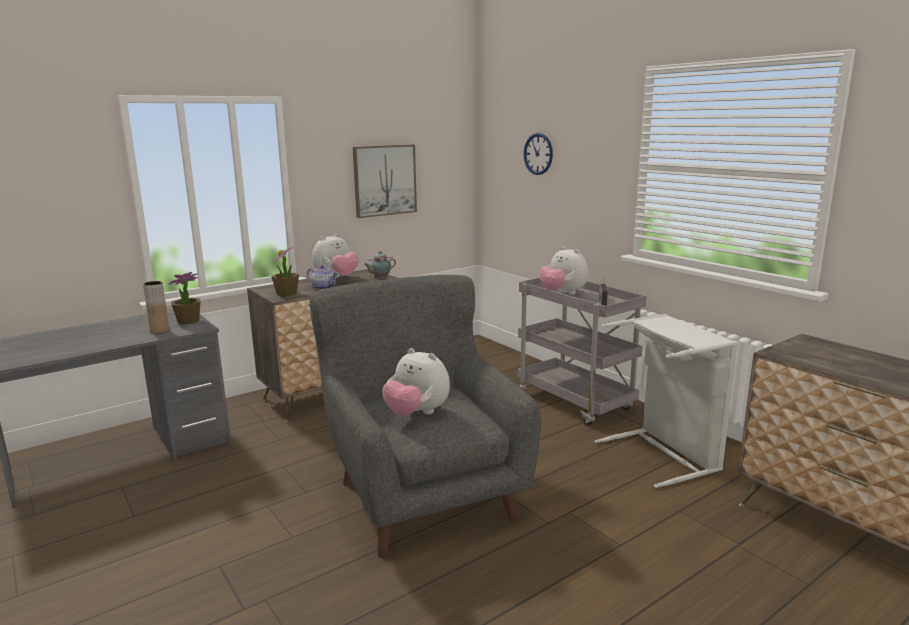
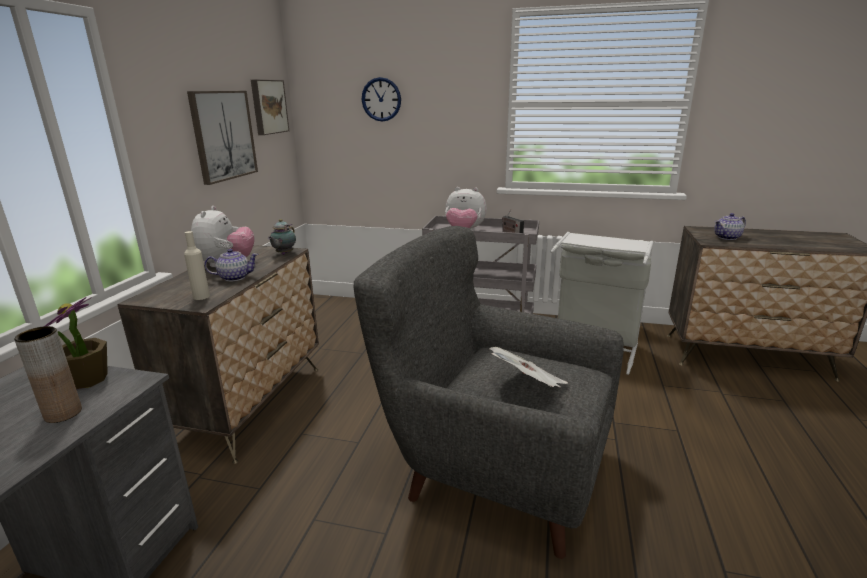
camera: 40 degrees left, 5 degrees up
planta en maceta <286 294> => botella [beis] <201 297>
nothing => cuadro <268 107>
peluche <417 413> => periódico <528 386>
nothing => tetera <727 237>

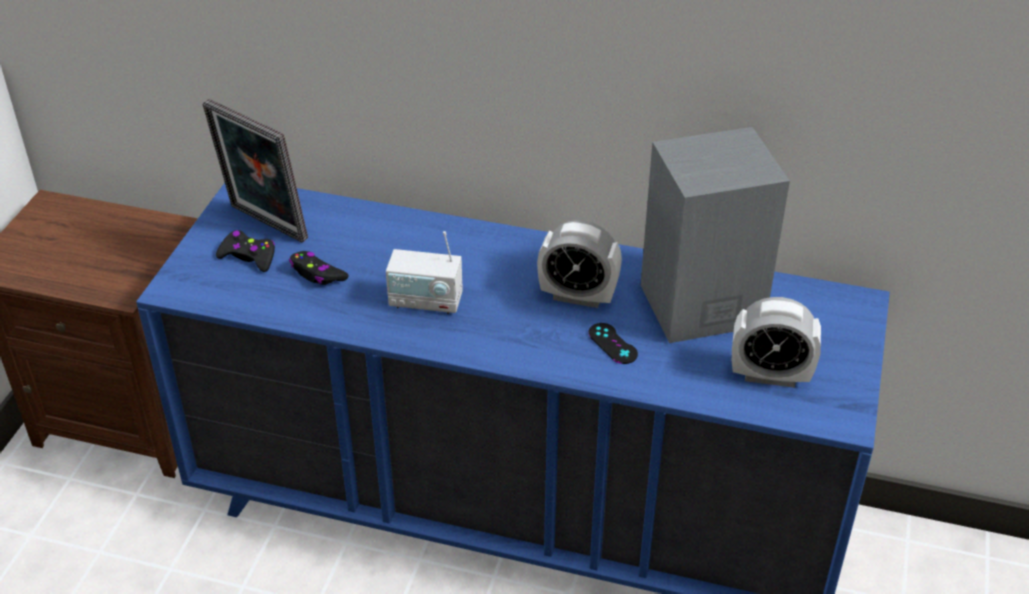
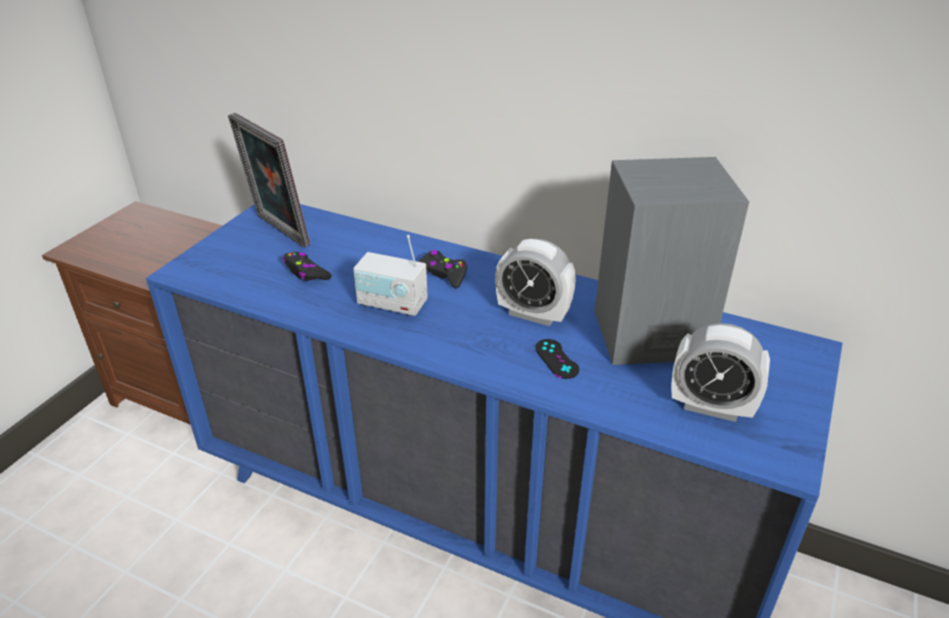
camera: 10 degrees right, 5 degrees down
mando de consola [negro] <248 257> => mando de consola [negro] <442 274>, relocated

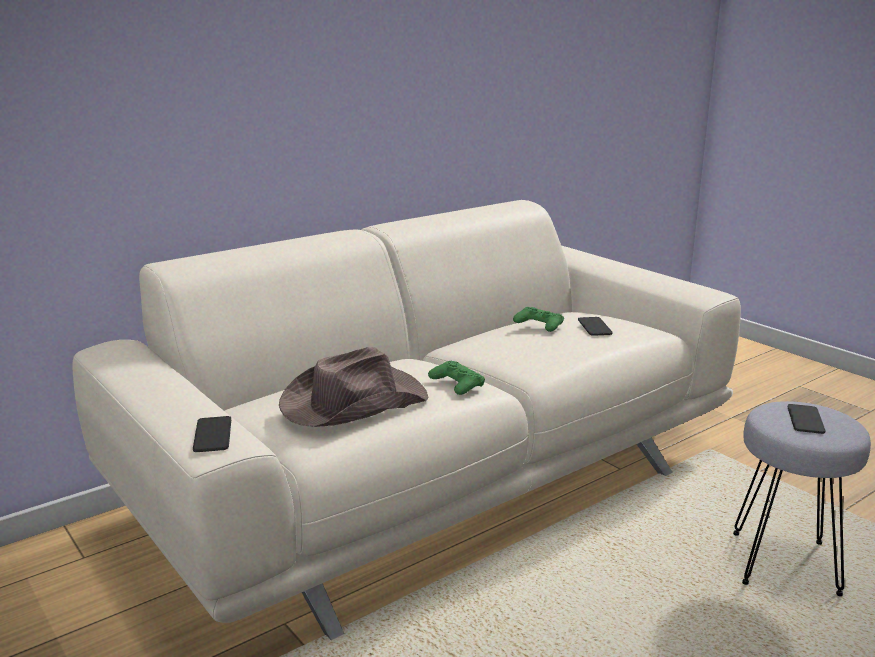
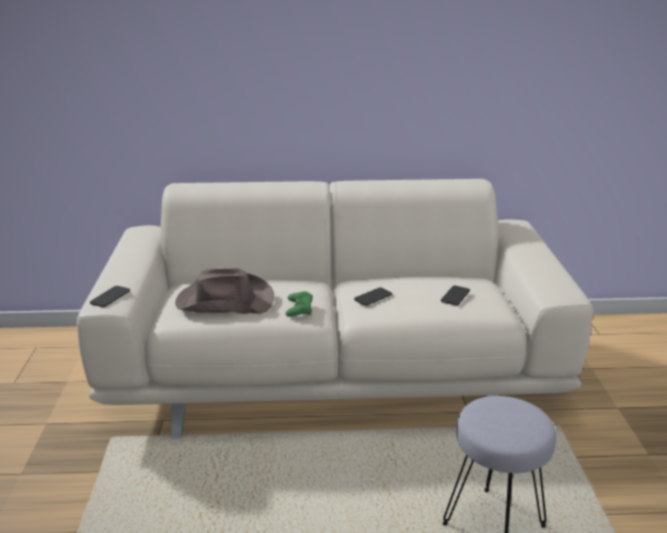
camera: 35 degrees right, 5 degrees up
móvil <805 419> => móvil <373 297>, relocated
mando de consola [verde] <539 324> => nothing

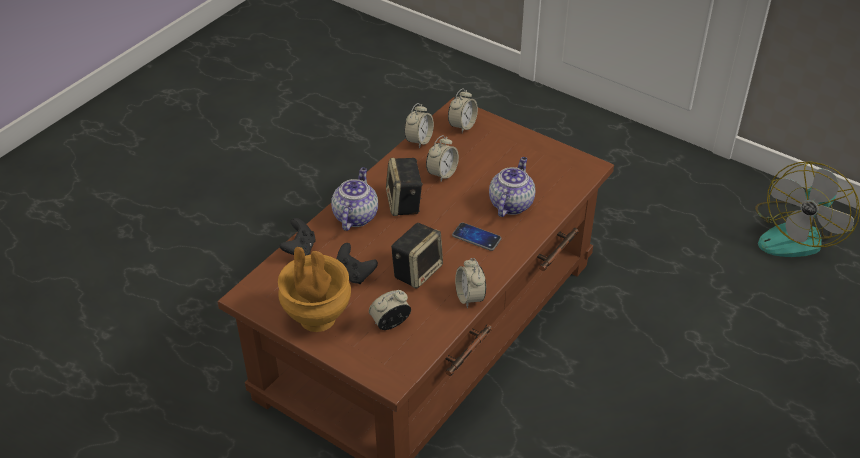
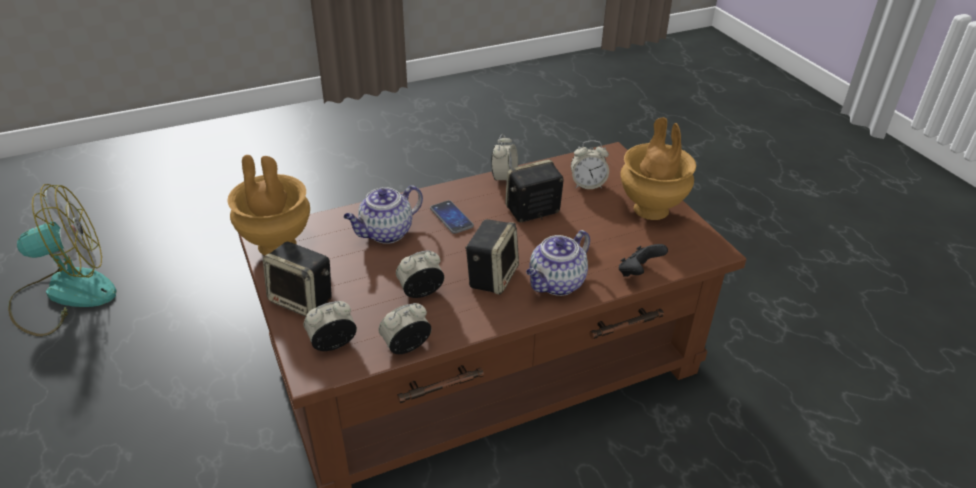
camera: 150 degrees left, 5 degrees down
nothing => florero [marrón] <276 245>
nothing => altavoz <303 300>
mando de consola [negro] <354 274> => nothing

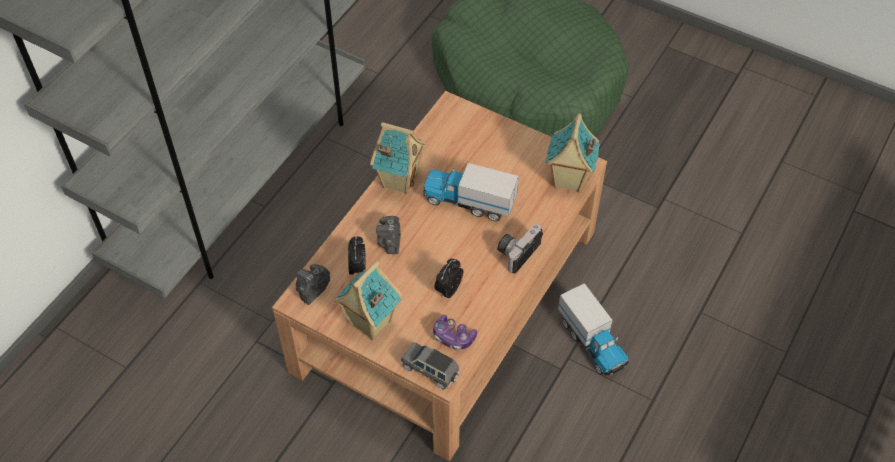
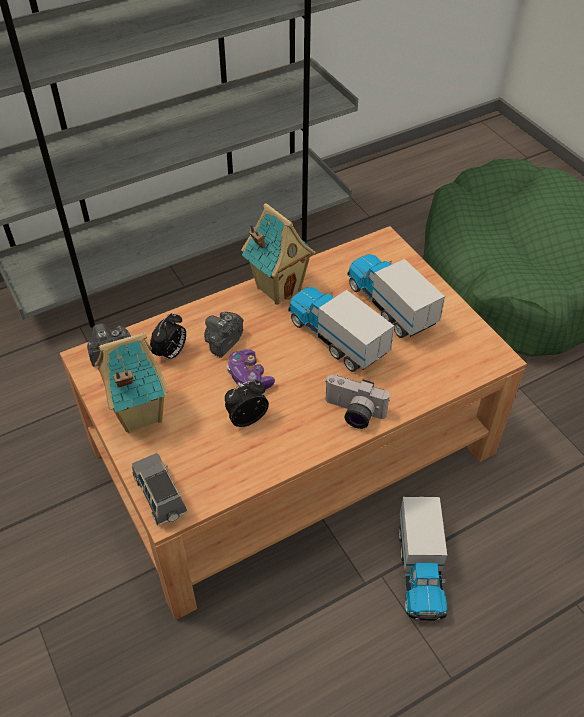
camera: 30 degrees right, 5 degrees down
mando de consola <453 337> => mando de consola <249 377>, relocated
cámara <517 251> => cámara <353 413>, 135 degrees counterclockwise
nothing => camión de juguete <390 306>
casita <568 180> => nothing

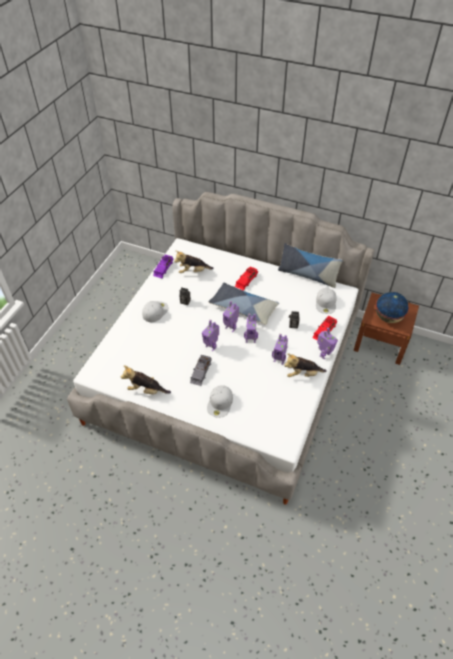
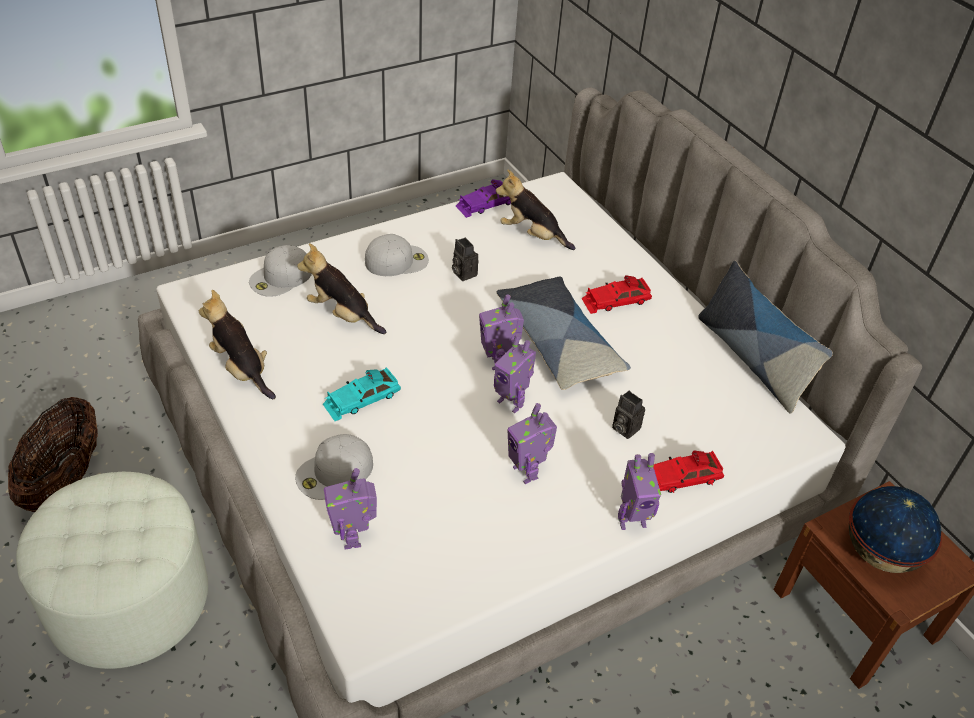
camera: 35 degrees right, 5 degrees down
nothing => cesta <65 479>
nothing => puf [blanco] <129 599>
gorra [blanco] <326 303> => gorra [blanco] <281 277>, relocated
peluche <302 374> => peluche <342 315>, relocated
coche de juguete [gris] <200 372> => coche de juguete [turquesa] <361 399>
robot de juguete <211 346> => robot de juguete <353 537>, relocated

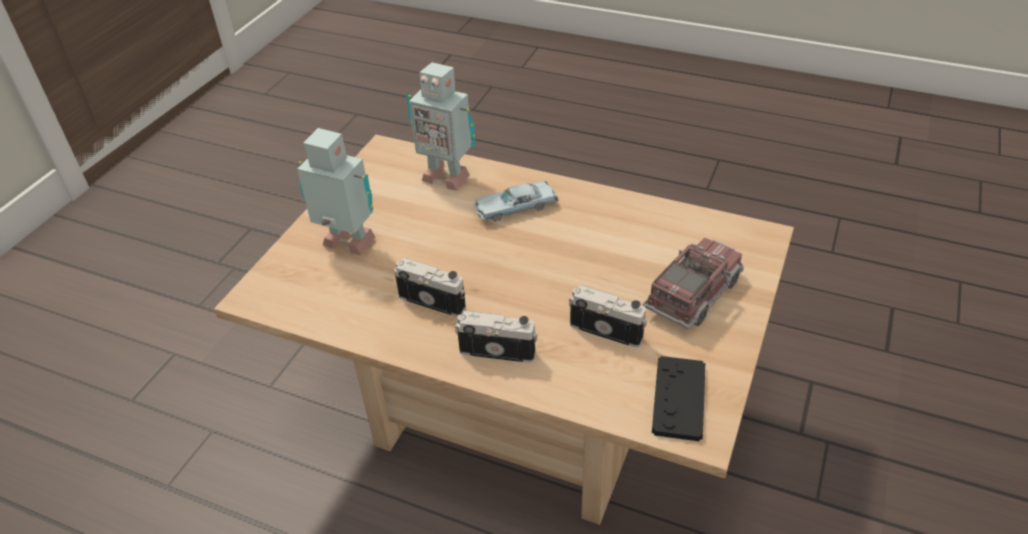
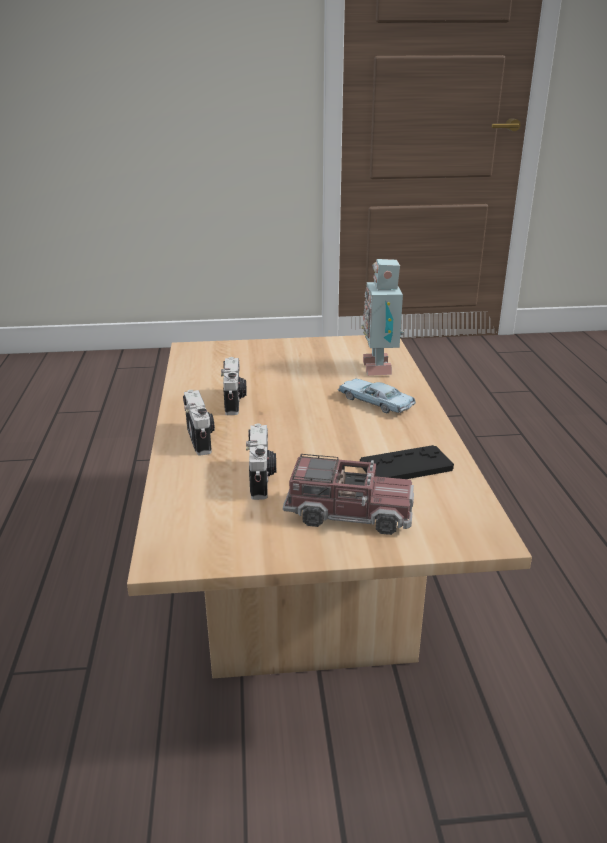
camera: 60 degrees right, 15 degrees down
mando de consola [negro] <679 399> => mando de consola [negro] <406 466>, relocated
robot de juguete <348 245> => nothing

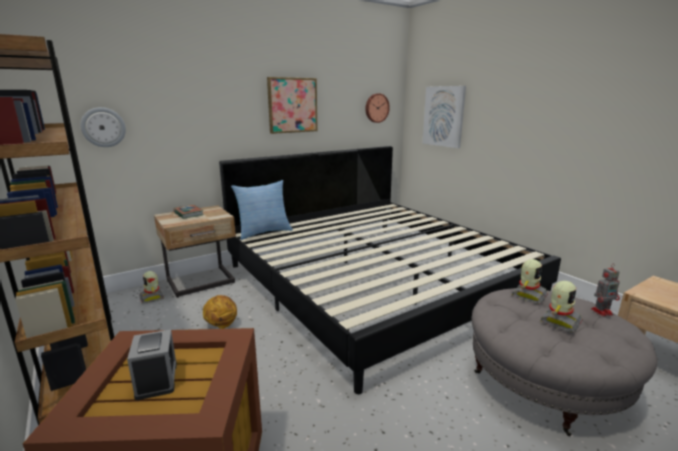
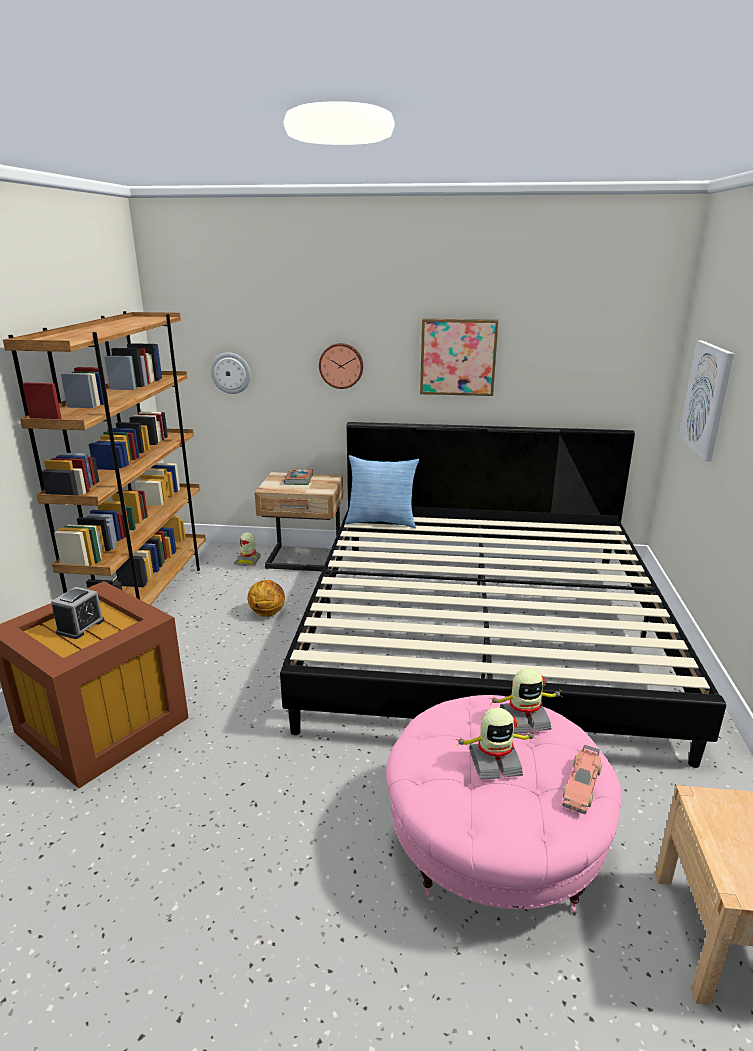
camera: 40 degrees right, 5 degrees up
reloj de pared <376 108> => reloj de pared <341 365>, relocated
puf [gris] <545 383> => puf [rosa] <495 842>
robot de juguete <602 311> => coche de juguete <581 785>

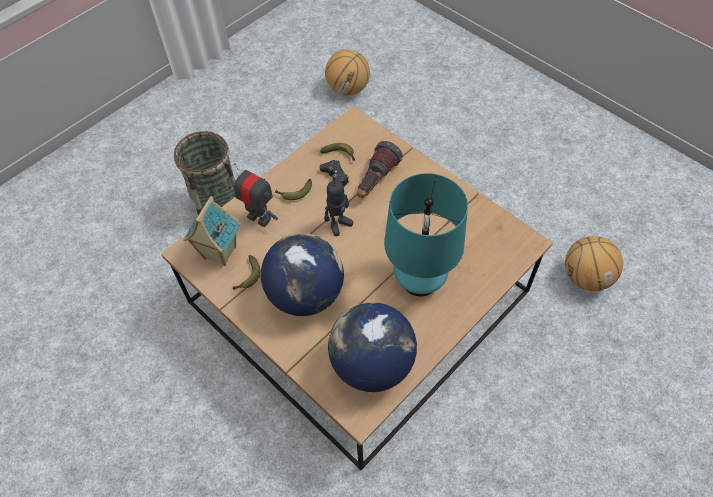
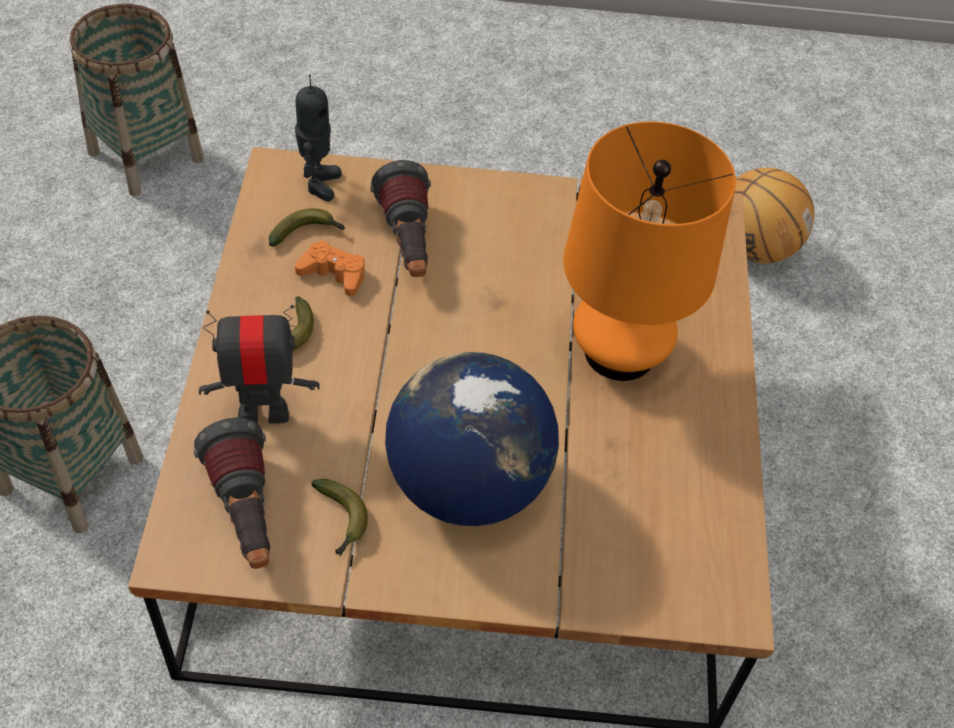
camera: 45 degrees left, 5 degrees down
balón de baloncesto <348 89> => cesta <146 155>
casita <219 253> => linterna <246 515>
robot de juguete <338 224> => robot de juguete <319 183>, relocated
mando de consola [negro] <335 177> => mando de consola [naranja] <333 274>
lámpara de mesa [turquesa] <419 280> => lámpara de mesa [naranja] <619 352>
globo terráqueo <371 364> => nothing

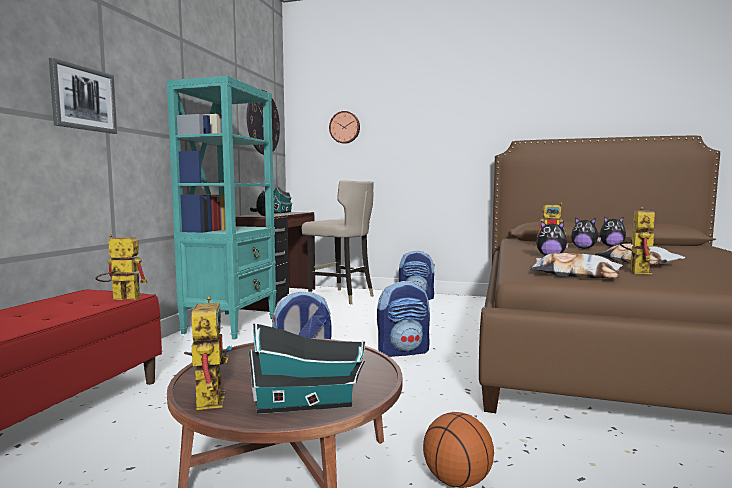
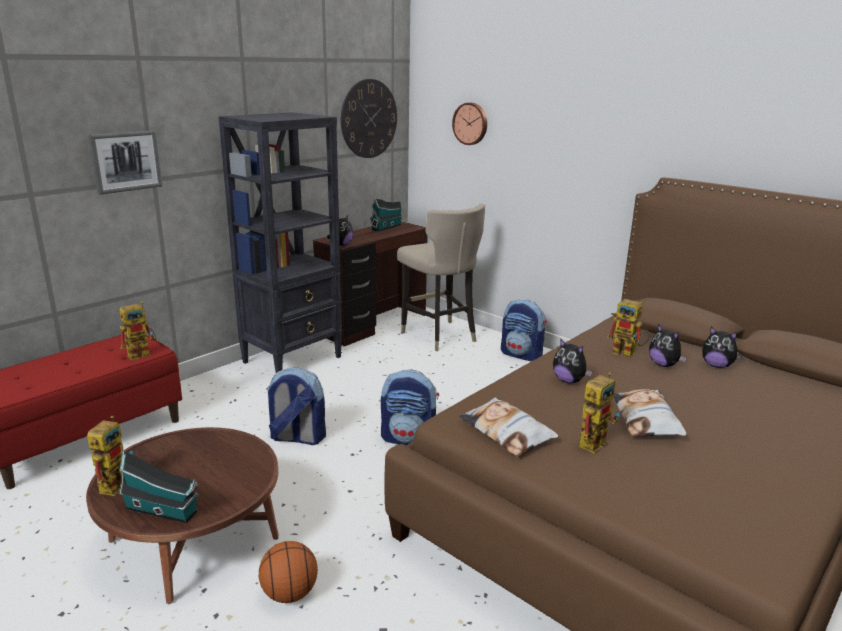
camera: 25 degrees right, 15 degrees up
robot de juguete <120 298> => robot de juguete <143 353>, 120 degrees clockwise
estantería [turquesa] <231 325> => estantería [negro] <293 359>

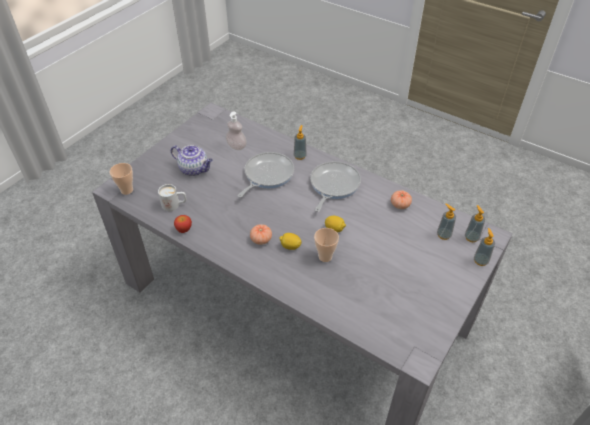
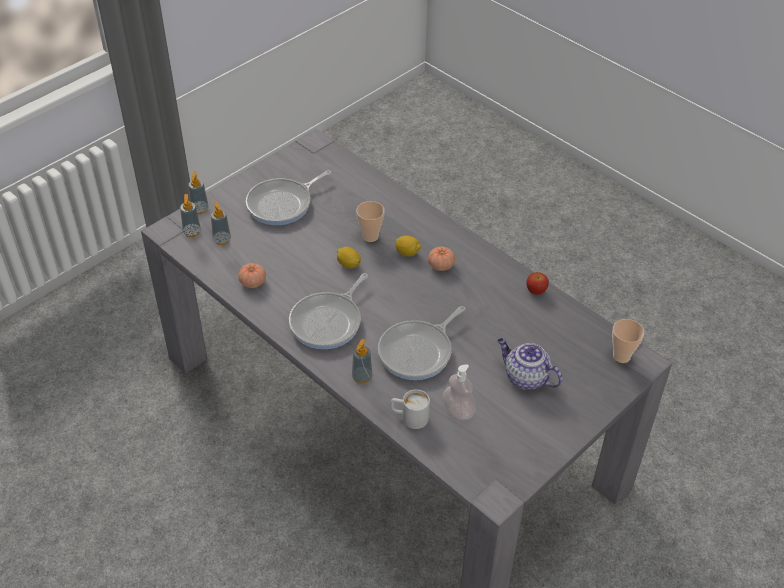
camera: 170 degrees left, 0 degrees up
nothing => sartén <283 204>
taza grande [blanco] <174 205> => taza grande [blanco] <409 417>, relocated

